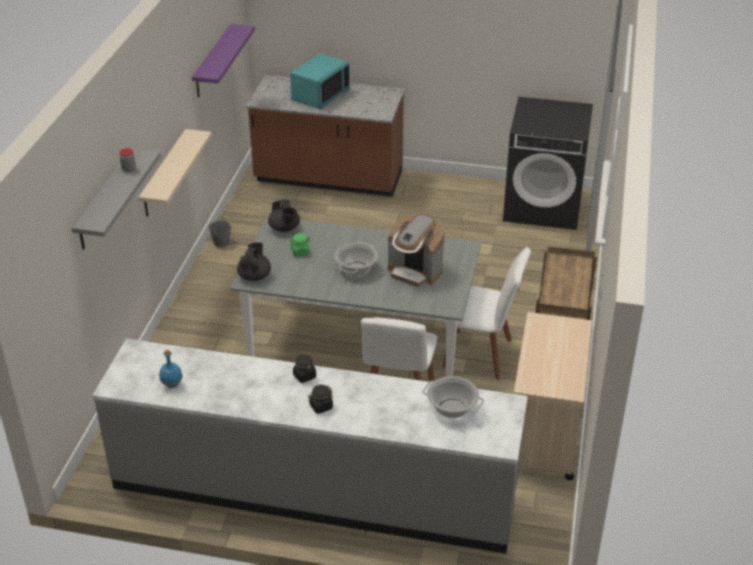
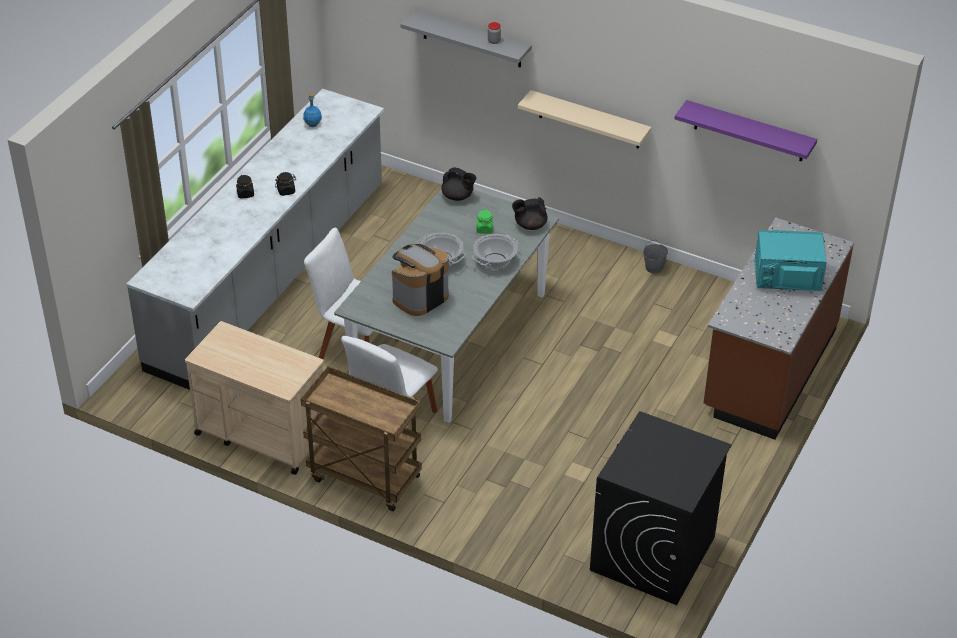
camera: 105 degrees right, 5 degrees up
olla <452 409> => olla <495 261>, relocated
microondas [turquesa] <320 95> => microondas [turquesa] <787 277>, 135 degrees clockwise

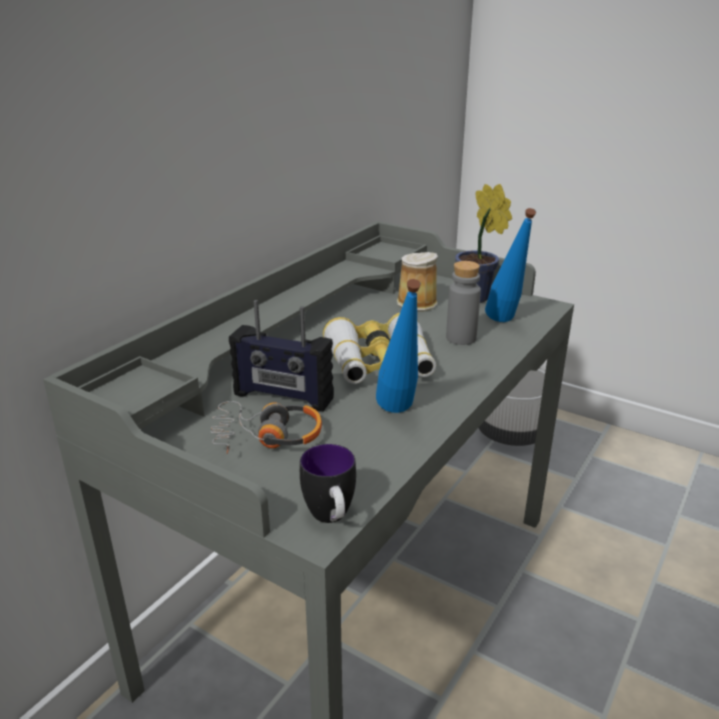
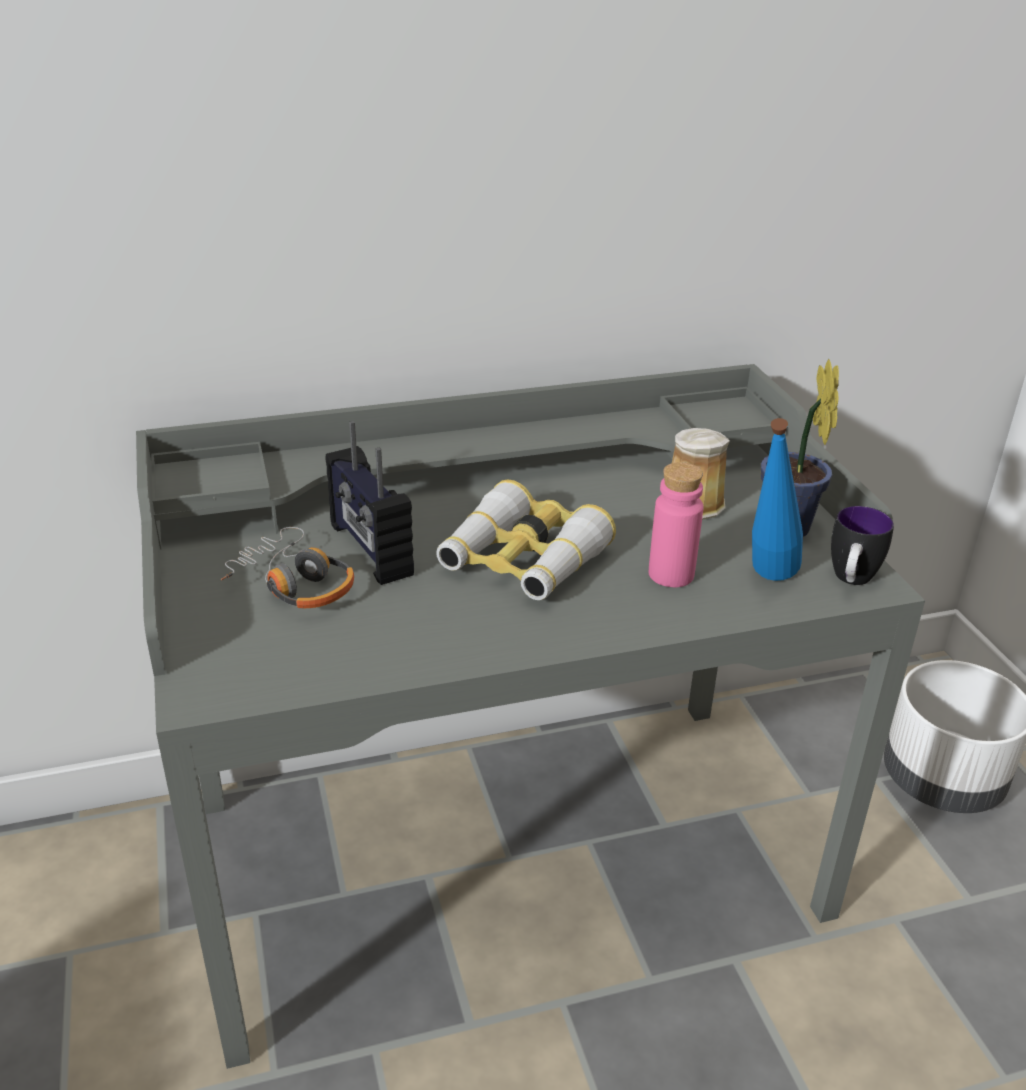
camera: 40 degrees right, 5 degrees up
botella [gris] <461 338> => botella [rosa] <671 574>
taza grande <331 519> => taza grande <850 581>, relocated
botella [azul] <399 415> => nothing

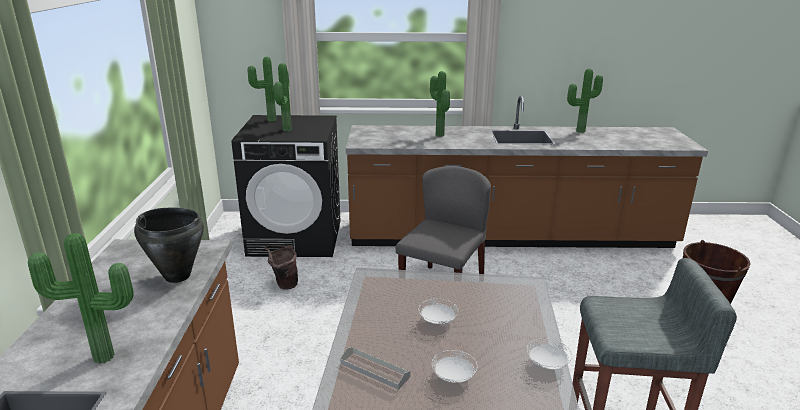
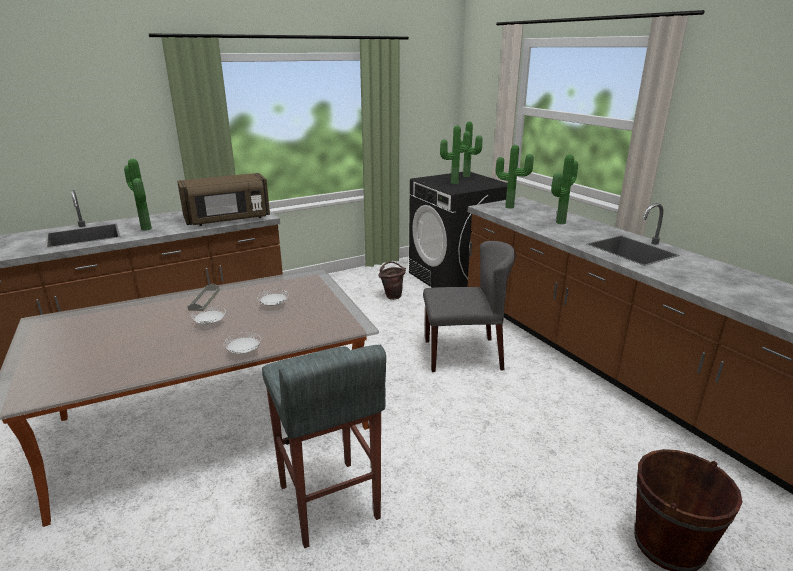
camera: 60 degrees right, 0 degrees up
olla [negro] <177 276> => microondas [marrón] <228 220>
planta en maceta <579 130> => planta en maceta <510 207>, relocated

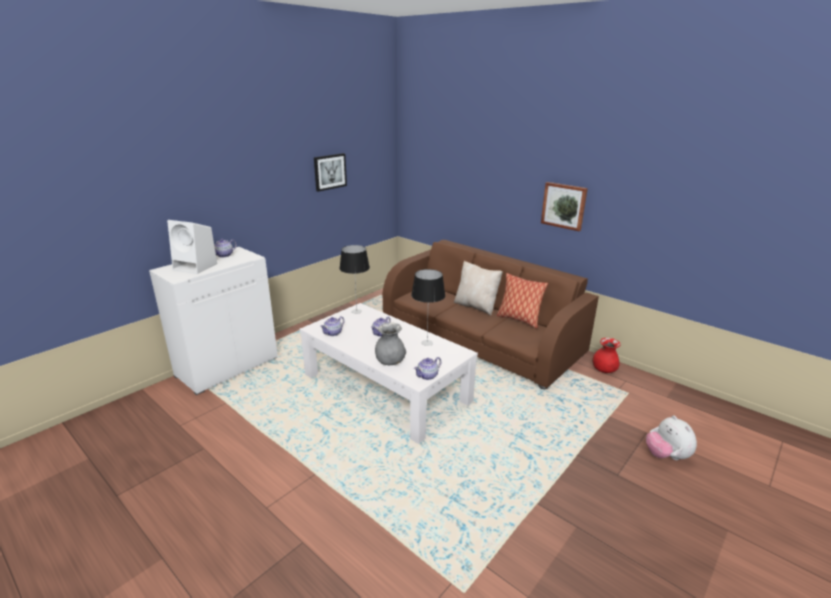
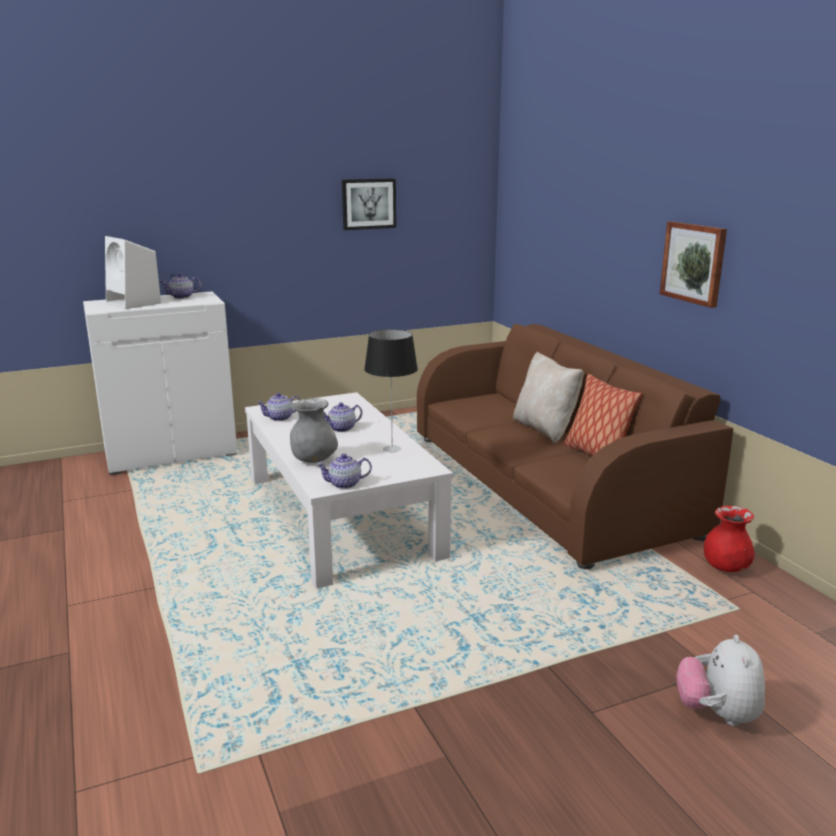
camera: 25 degrees right, 5 degrees down
lámpara de mesa <356 311> => nothing

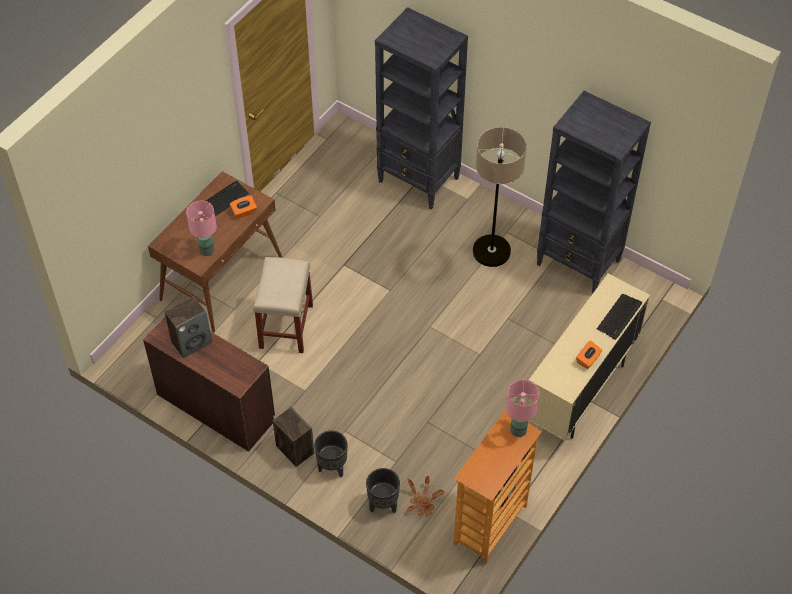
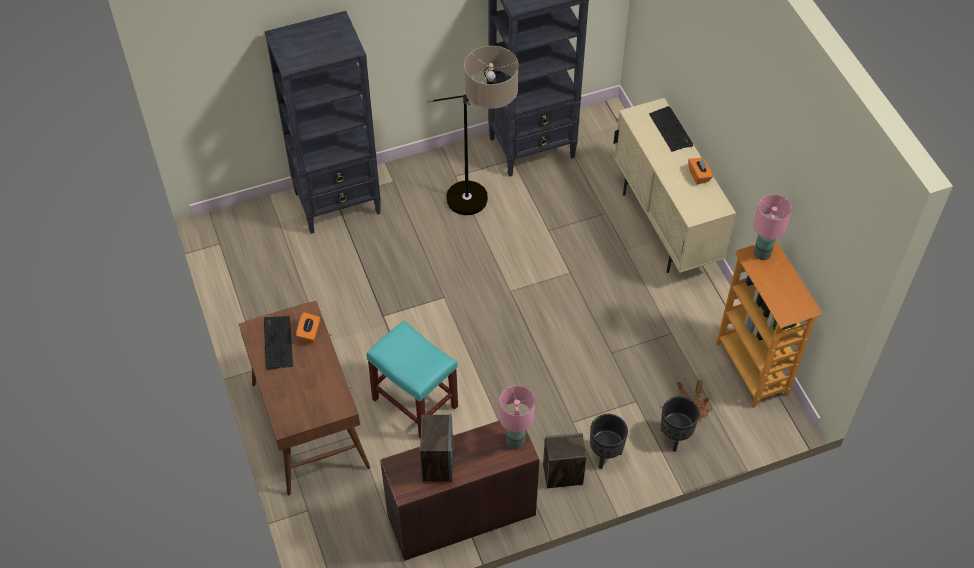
camera: 55 degrees left, 0 degrees up
taburete [beis] <286 327> => taburete [turquesa] <416 403>
lámpara de mesa [rosa] <207 250> => lámpara de mesa [rosa] <515 440>, relocated

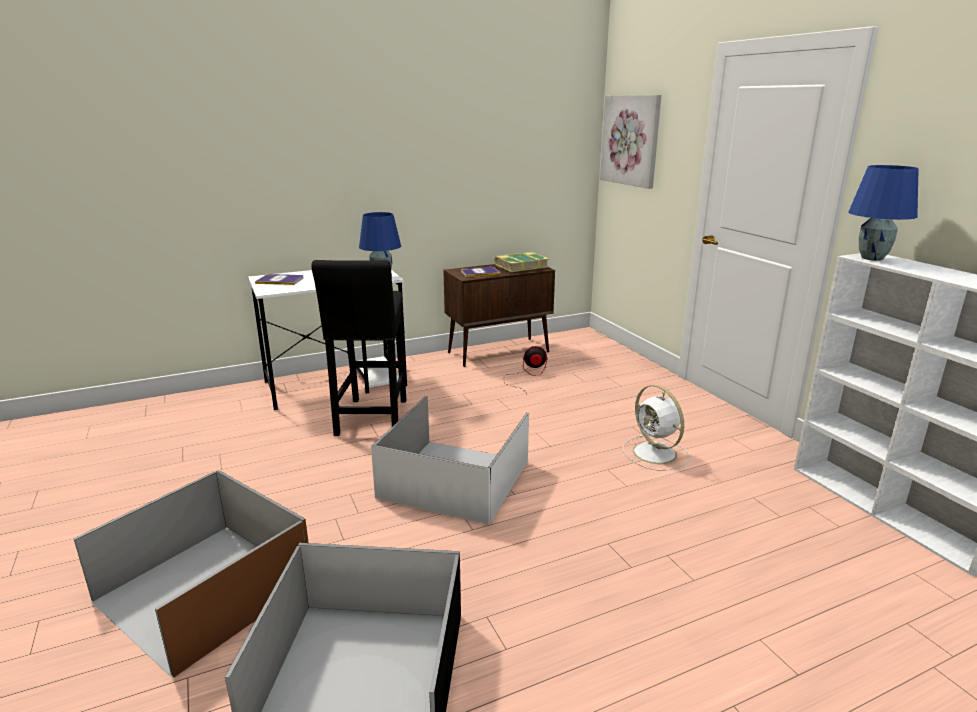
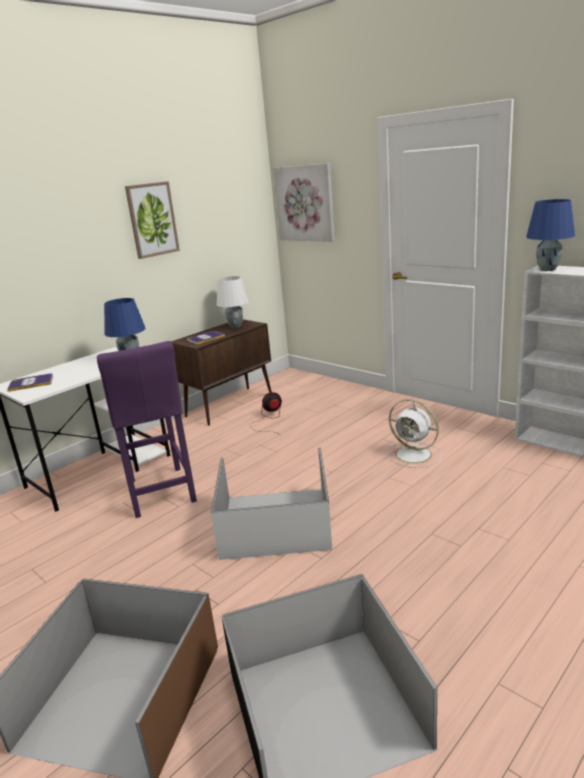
camera: 20 degrees left, 0 degrees up
taburete [negro] <371 420> => taburete [morado] <161 493>
nothing => cuadro <152 219>
libro <521 266> => lámpara de mesa [blanco] <235 326>

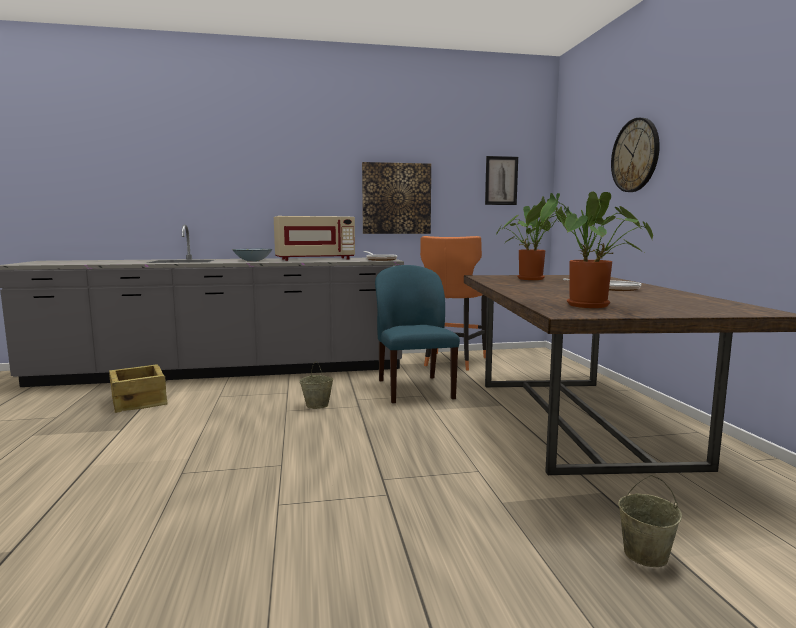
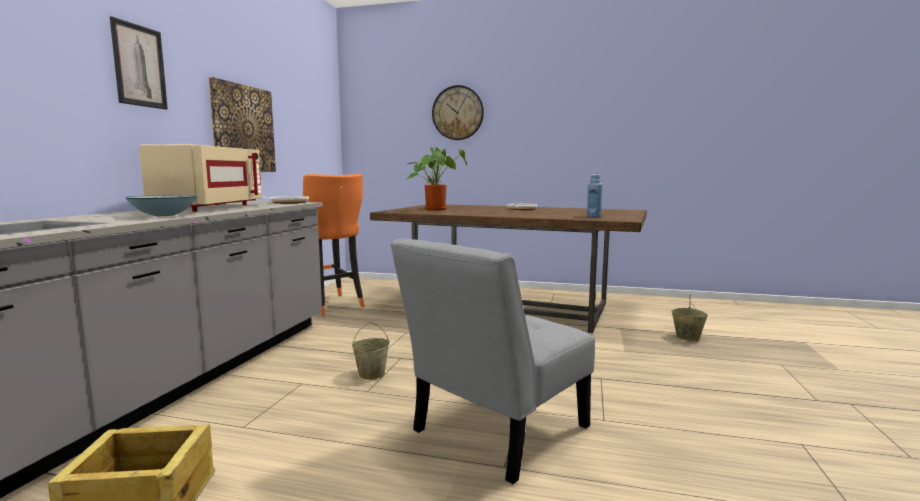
camera: 65 degrees left, 0 degrees up
cuadro <501 180> => cuadro <139 66>, relocated
nothing => silla [gris] <494 433>
planta en maceta <583 306> => botella [azul] <593 216>
silla [azul] <414 389> => nothing

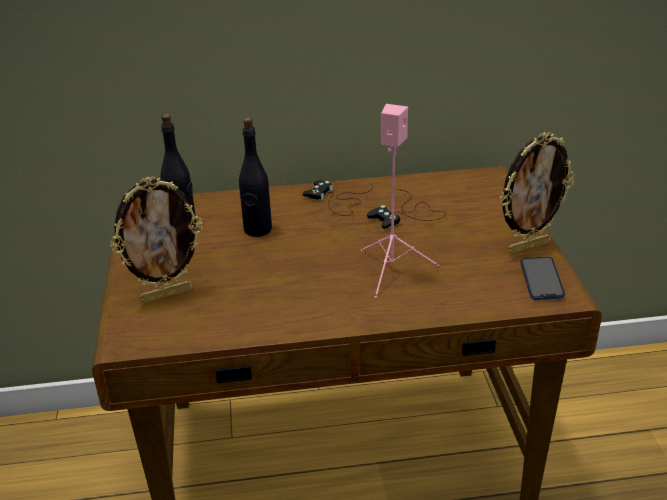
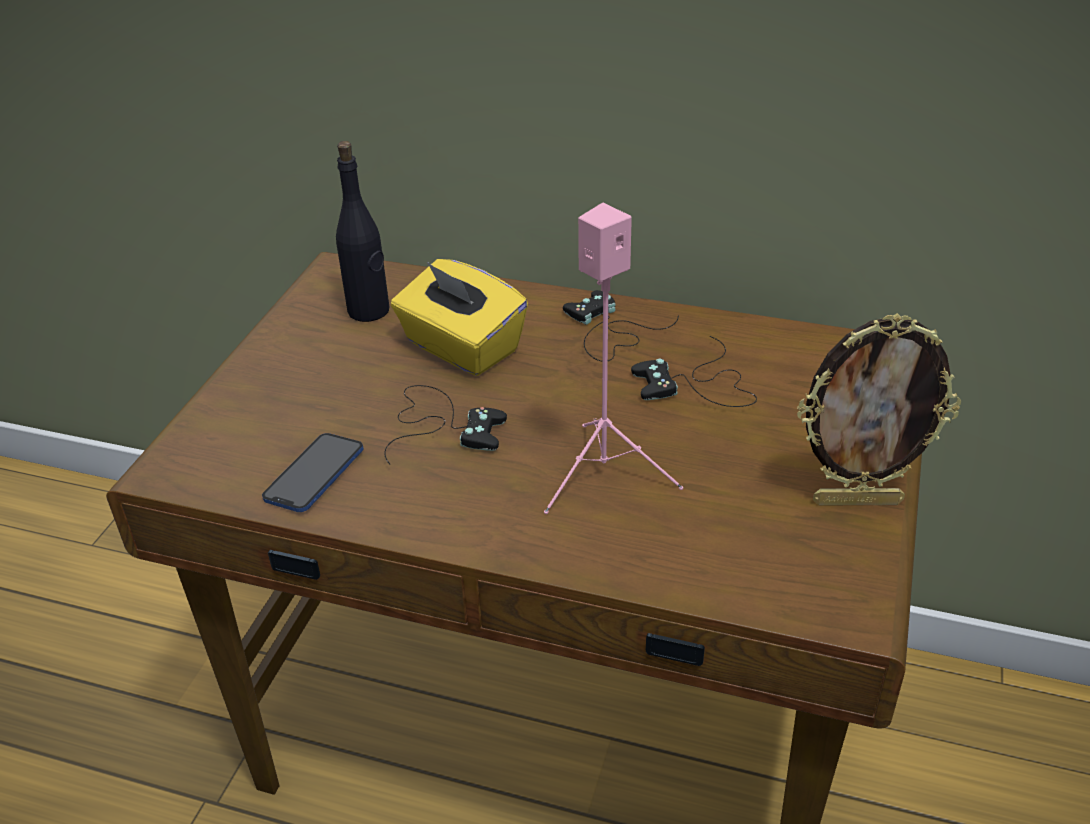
camera: 25 degrees right, 5 degrees up
móvil <541 280> => móvil <314 474>, relocated
nothing => mando de consola [negro] <441 425>
botella [negro] <257 230> => caja de pañuelos [amarillo] <461 347>
portarretratos <167 294> => nothing

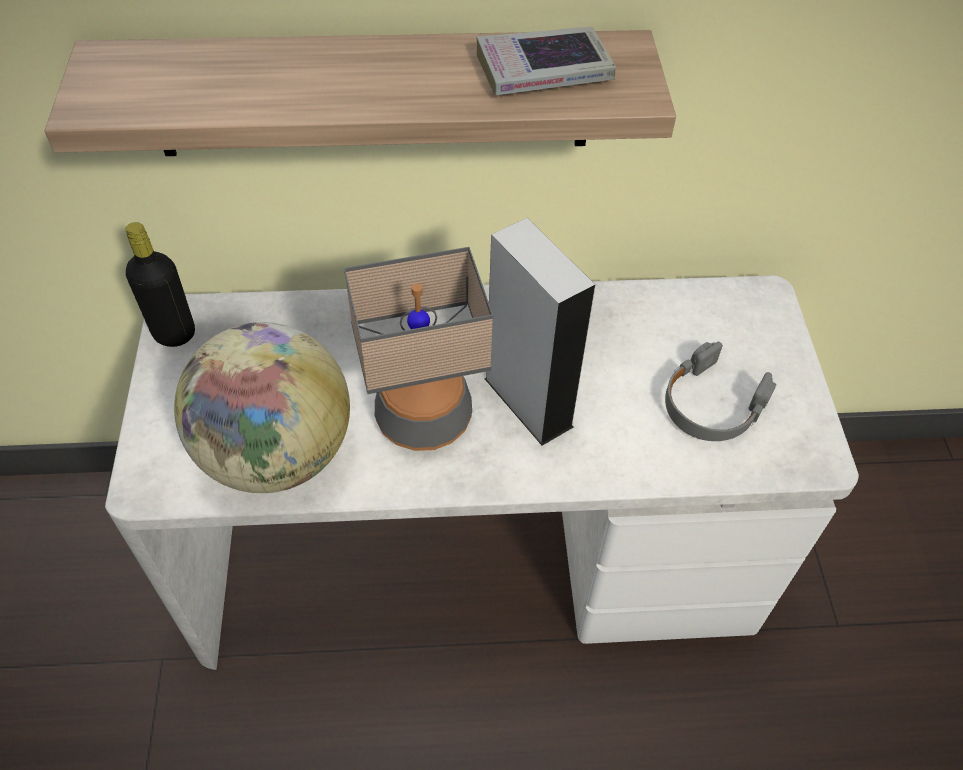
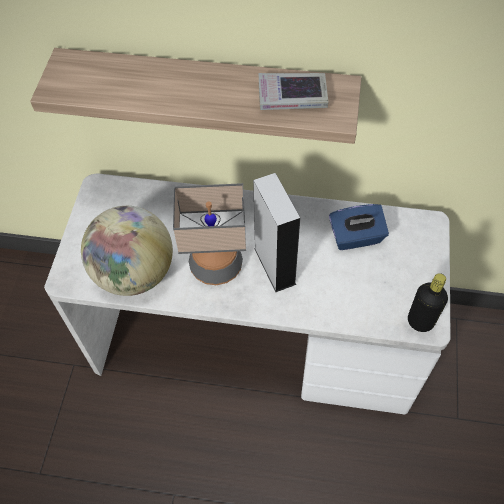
camera: 15 degrees right, 5 degrees up
nothing => caja de pañuelos [azul] <356 237>
botella [negro] <174 333> => botella [negro] <420 321>, relocated
auriculares [gris] <711 404> => nothing

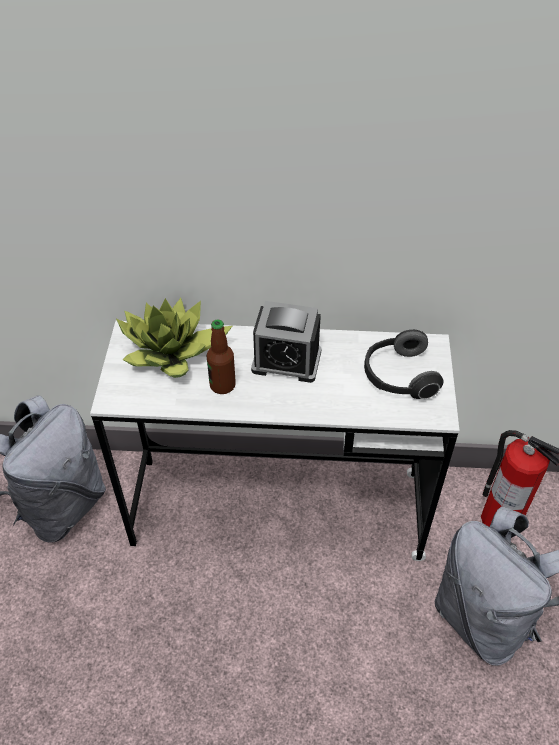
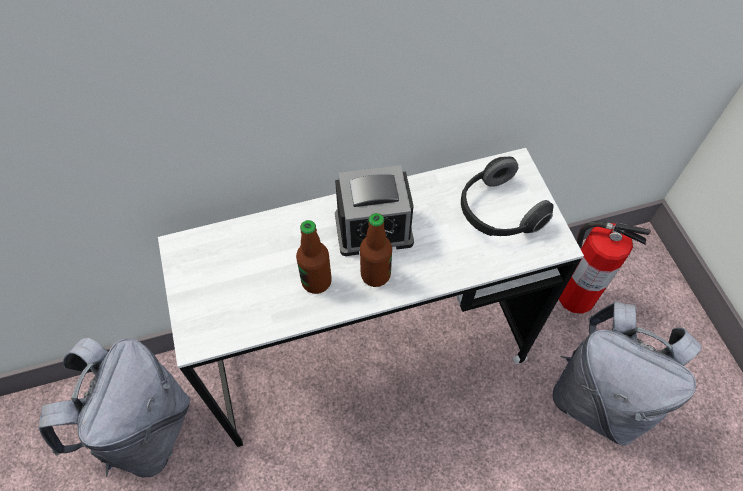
camera: 20 degrees left, 10 degrees up
nothing => botella <375 274>
planta en maceta <172 351> => nothing

